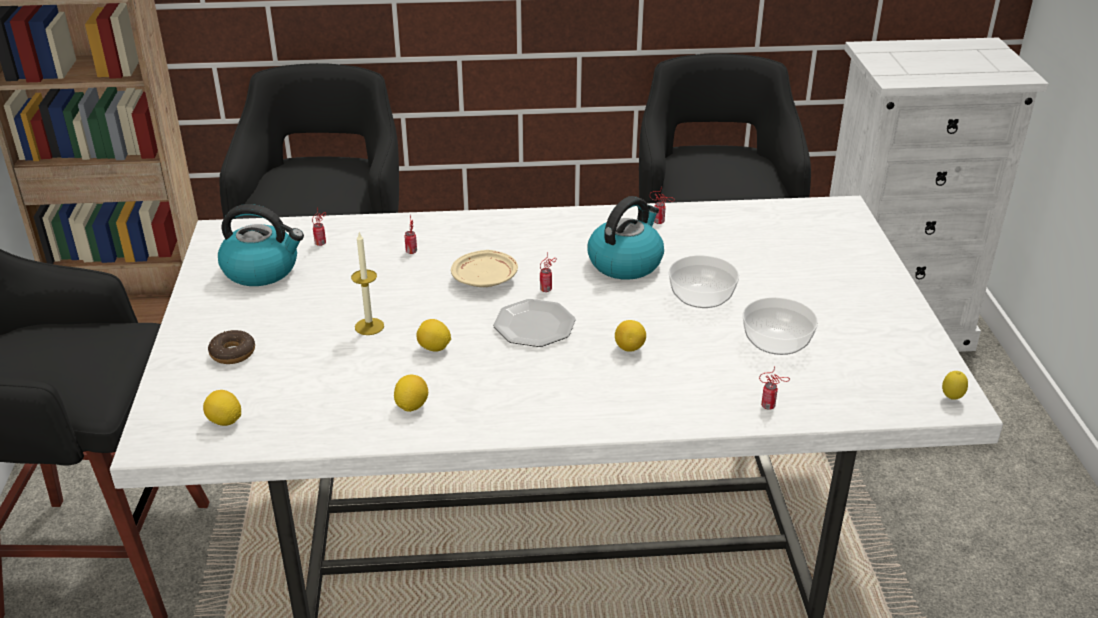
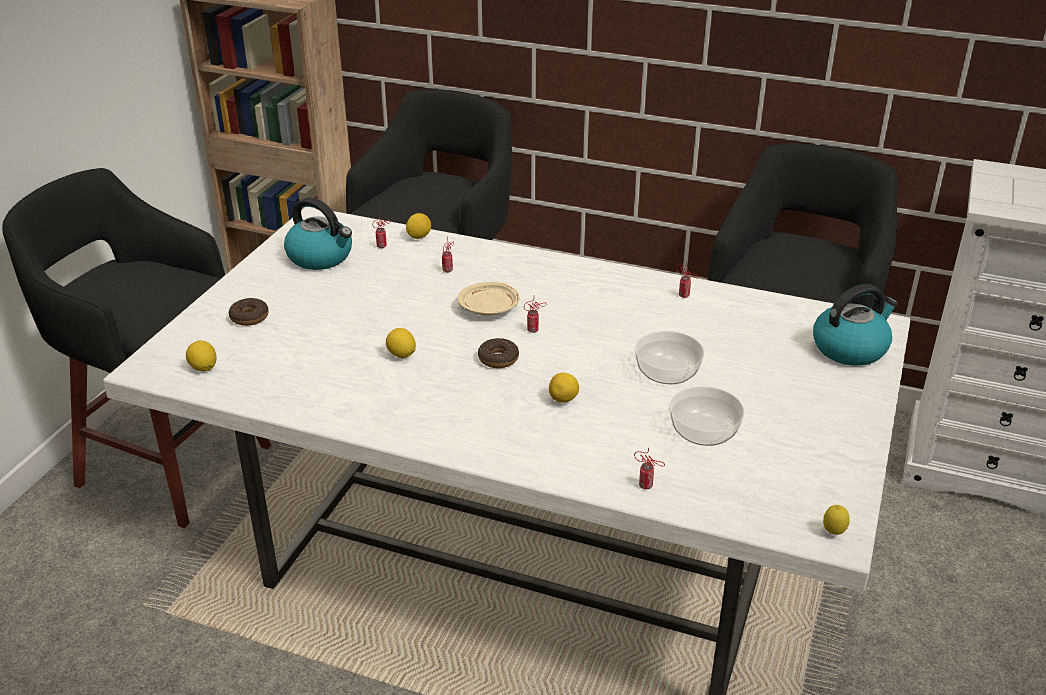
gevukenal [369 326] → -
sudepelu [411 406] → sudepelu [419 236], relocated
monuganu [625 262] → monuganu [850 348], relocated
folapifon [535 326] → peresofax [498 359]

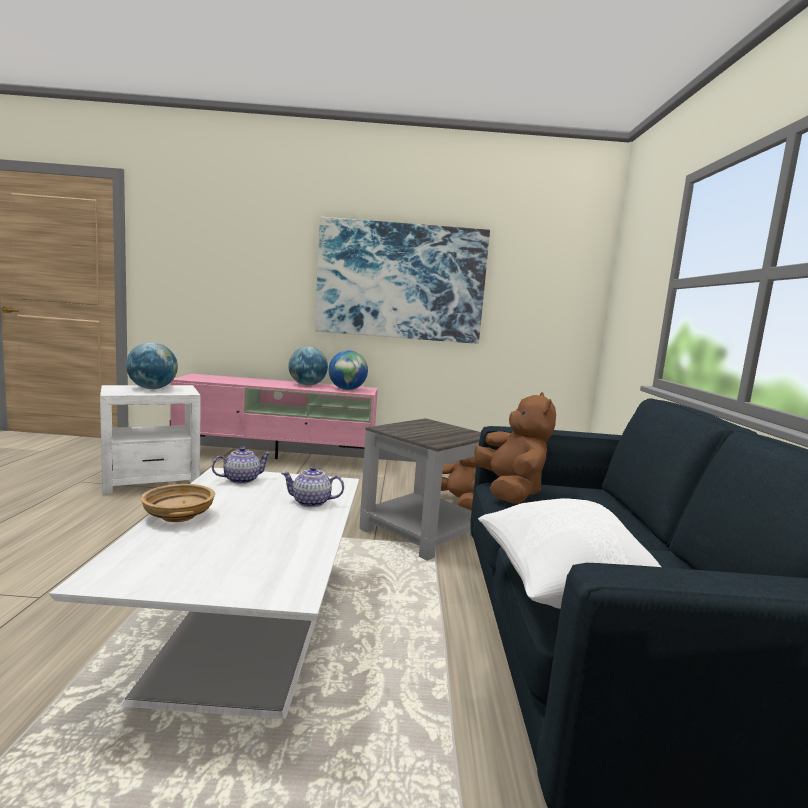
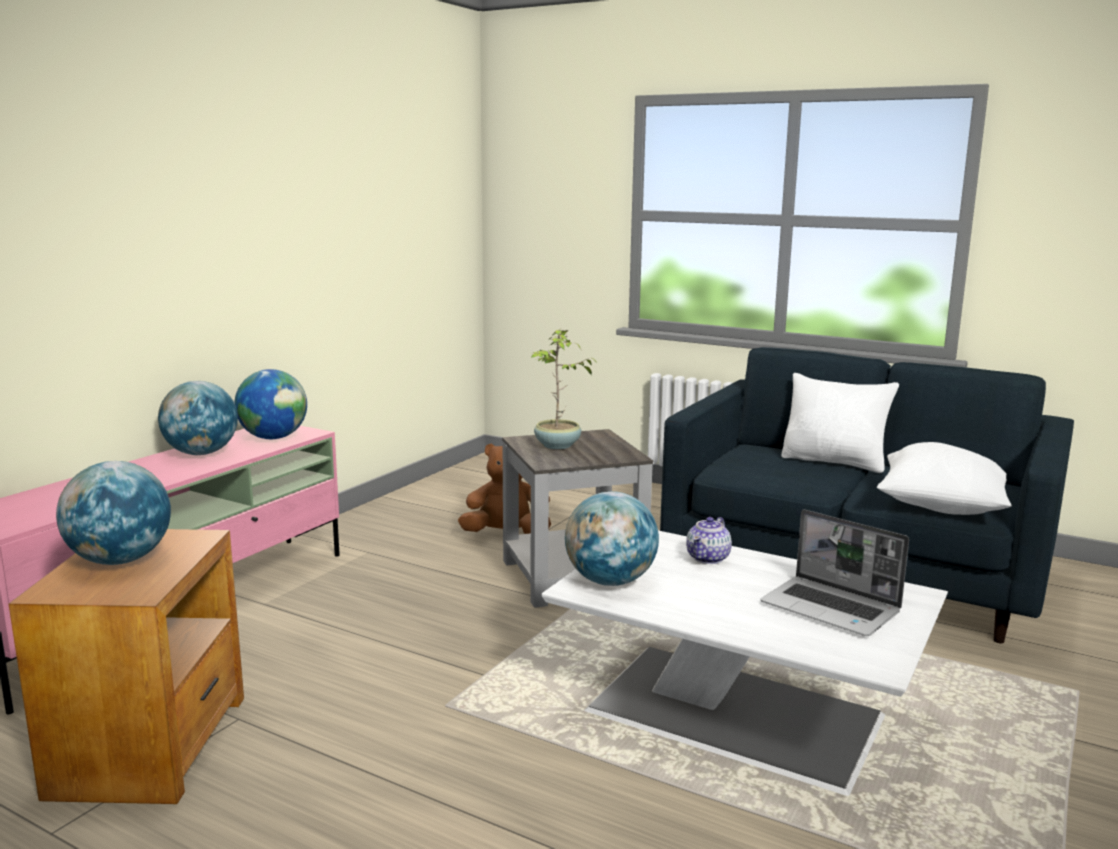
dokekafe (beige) [178 515] → -
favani [400 281] → -
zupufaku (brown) [510 491] → -
- → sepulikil [557 446]
- → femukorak [832 608]
- → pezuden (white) [834 462]
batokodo [241 480] → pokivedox [610 581]
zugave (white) [152 480] → zugave (brown) [152 744]

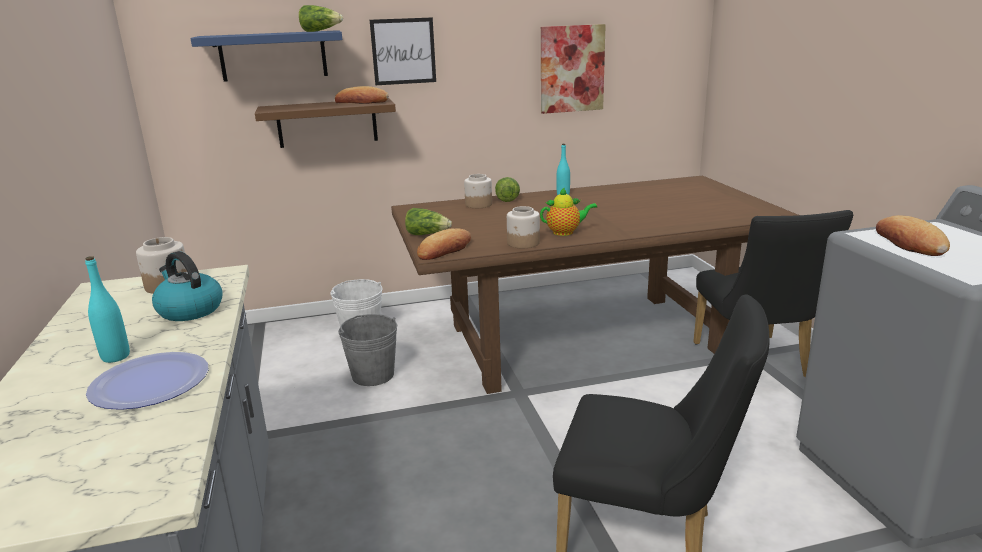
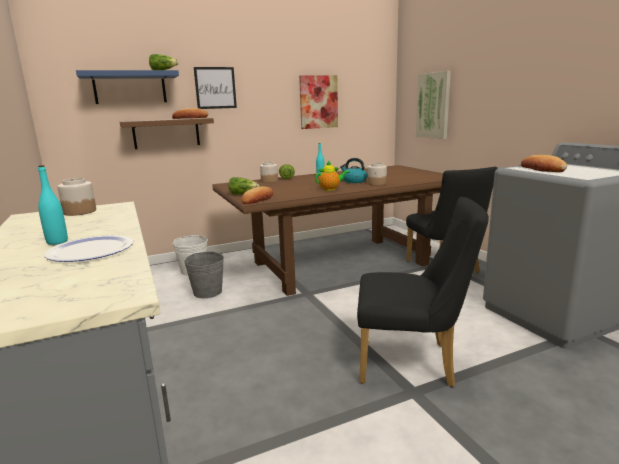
- → favani [433 105]
monuganu [189 310] → monuganu [354 181], relocated
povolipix [523 243] → povolipix [377 183], relocated

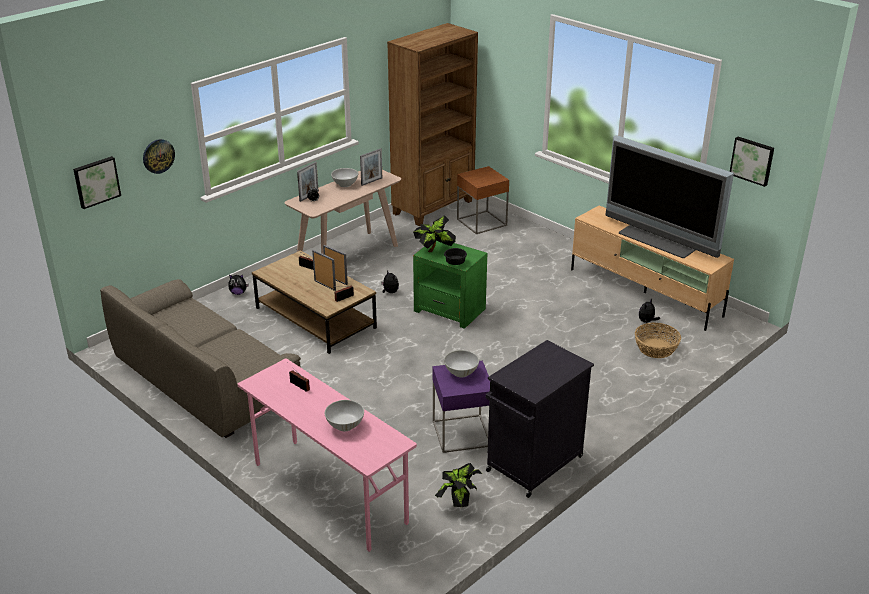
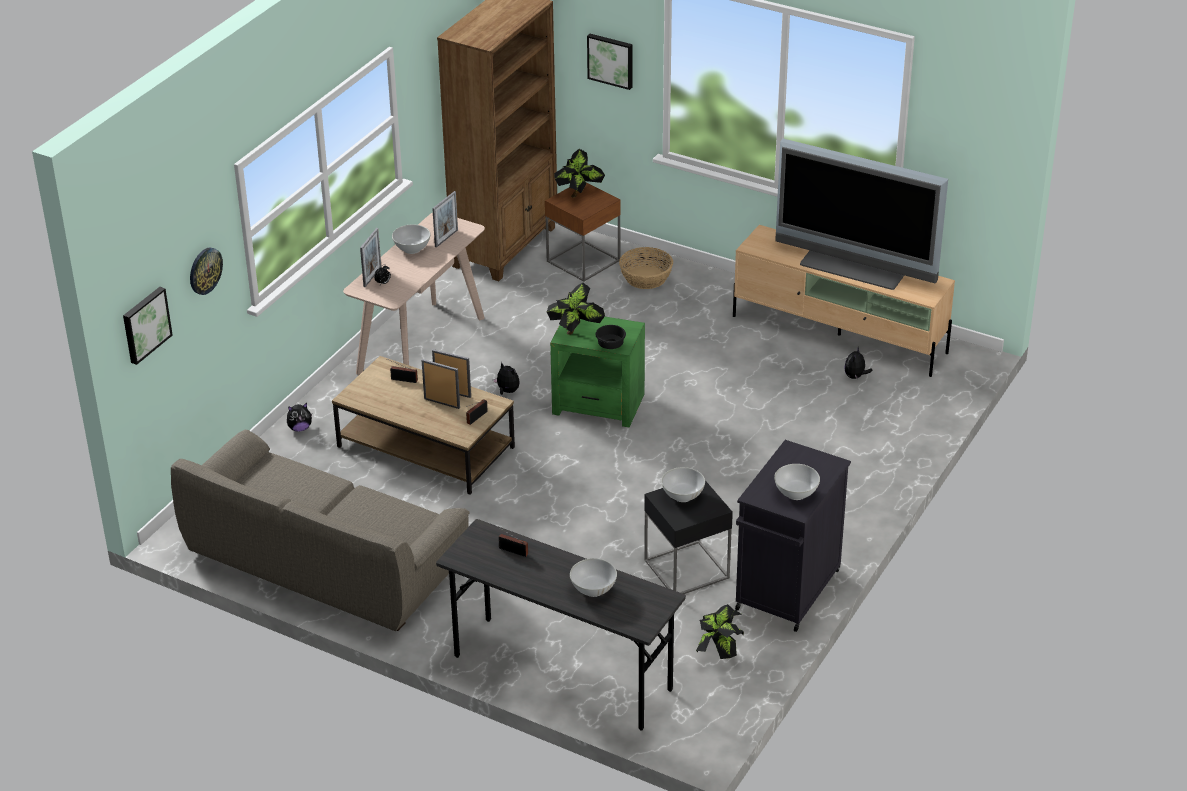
- → sepulikil [579 194]
- → dokekafe (white) [795 493]
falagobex [655 348] → falagobex [645 277], relocated
favani [752 160] → favani [611 60], relocated
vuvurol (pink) [328 493] → vuvurol (grey) [561 673]
zugave (purple) [462 433] → zugave (black) [686 569]

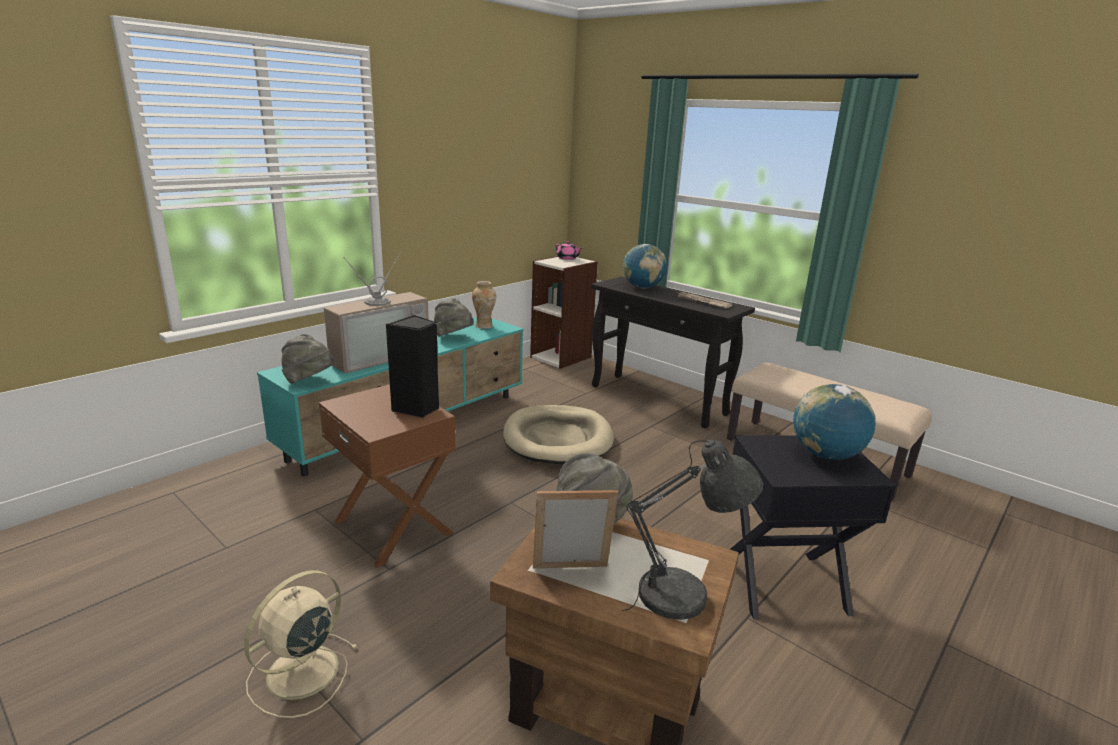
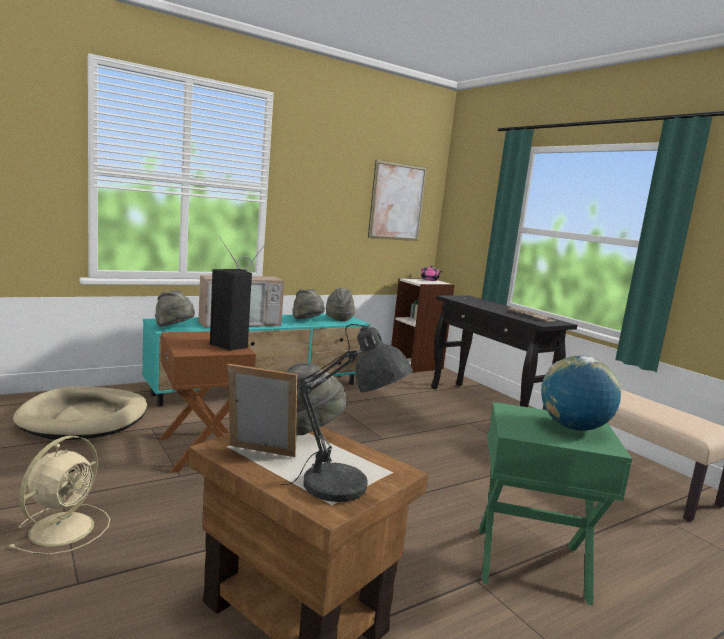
pokivedox [642 287] → -
- → favani [397 202]
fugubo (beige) [557 439] → fugubo (beige) [85 418], relocated
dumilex [484 326] → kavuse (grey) [338 318]
zugave (black) [784 585] → zugave (green) [530 564]
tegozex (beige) [300 674] → tegozex (beige) [64 527], 150 degrees clockwise

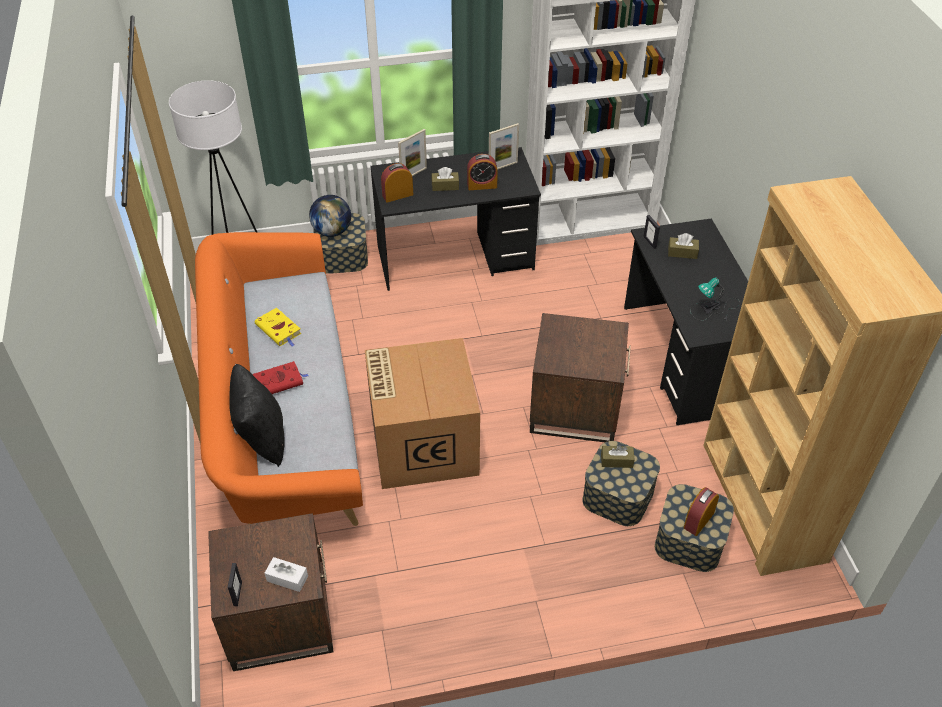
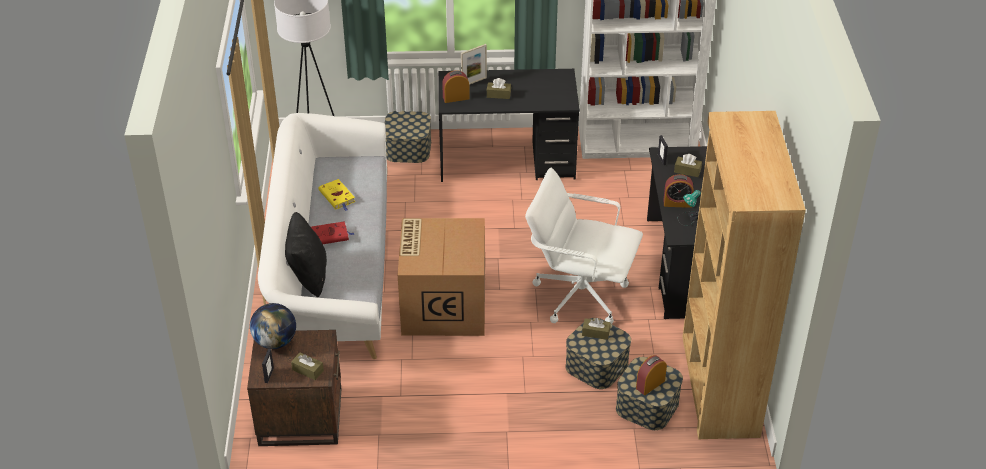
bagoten [503 166] → -
pokivedox [332 231] → pokivedox [275 341], relocated
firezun [482 185] → firezun [677 203], relocated
zugave (brown) [574 407] → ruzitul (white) [579 294]
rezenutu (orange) [285 417] → rezenutu (white) [333 272]
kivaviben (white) [287 578] → kivaviben (brown) [308 370]

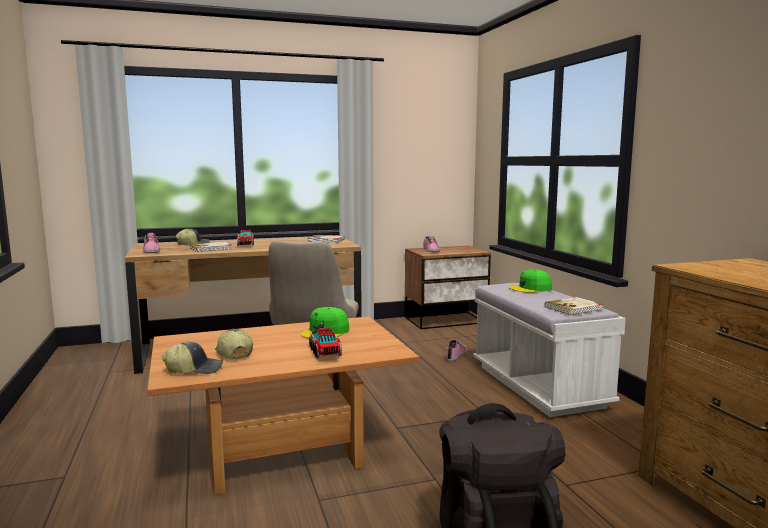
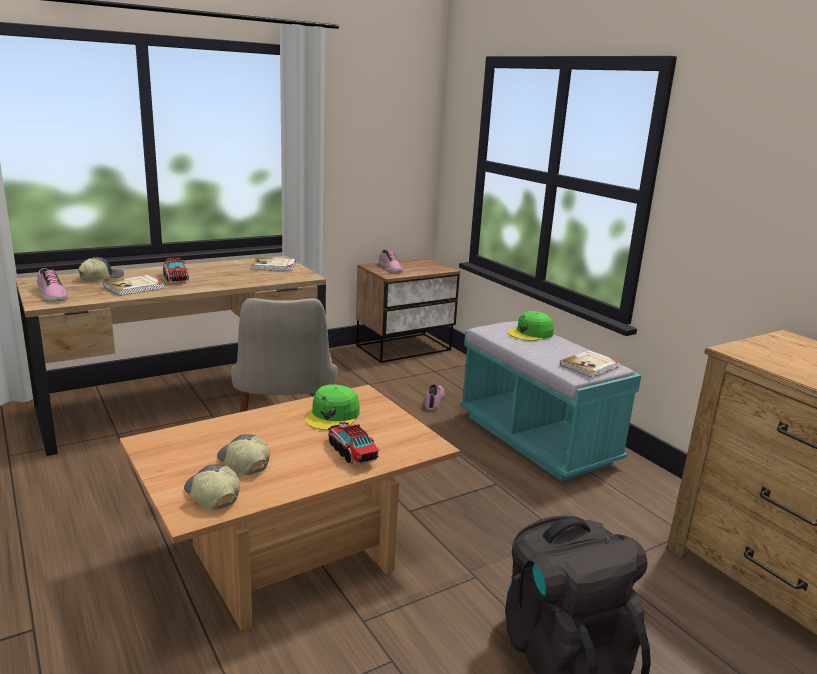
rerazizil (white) [538 386] → rerazizil (turquoise) [536 439]
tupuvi [194 369] → tupuvi [211 495], 105 degrees counterclockwise

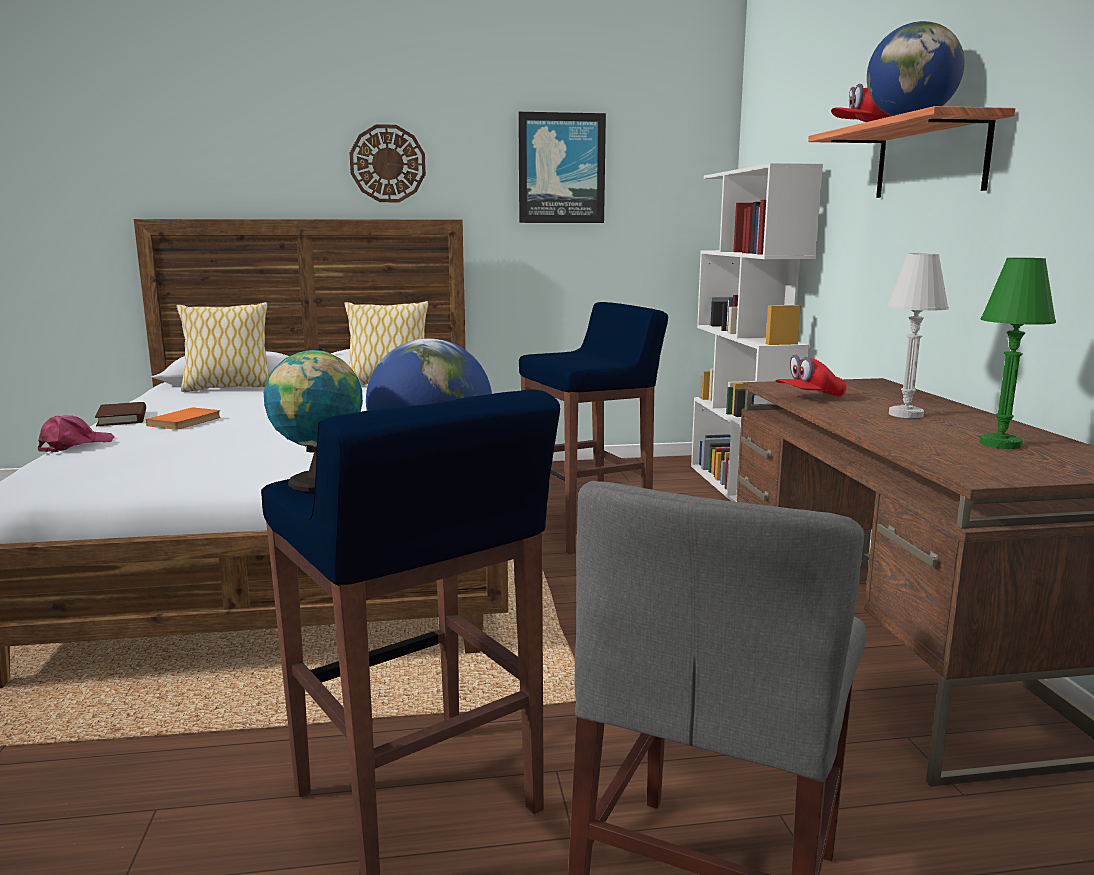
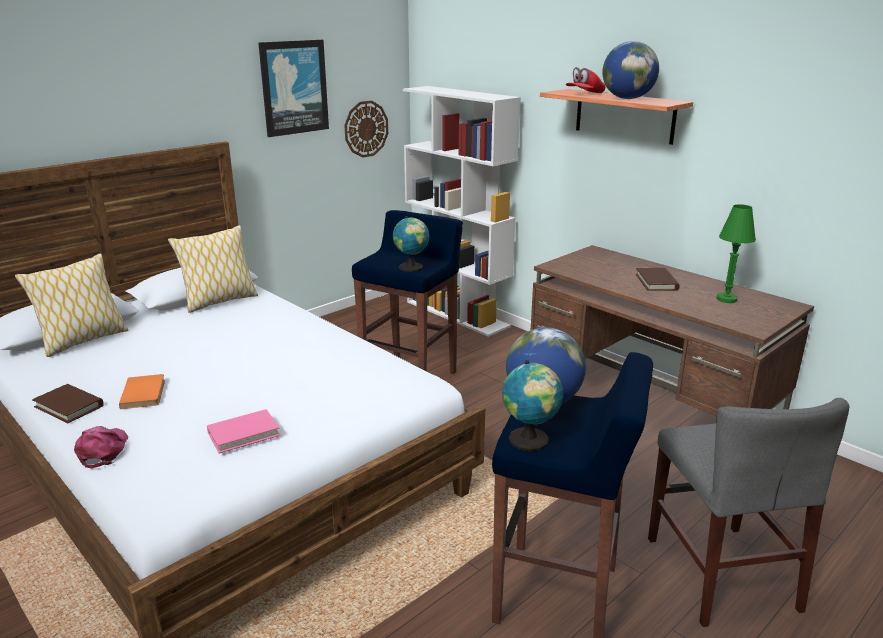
tupuvi (red) [809 397] → -
- → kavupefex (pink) [243 434]
- → pokivedox [412 268]
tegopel [388 164] → tegopel [366 129], relocated
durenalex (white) [905 414] → kavupefex (brown) [656 282]

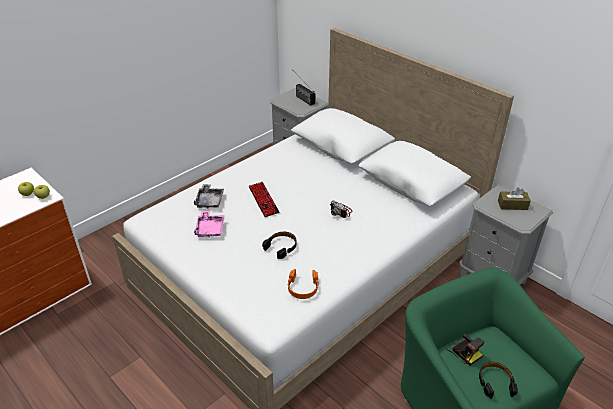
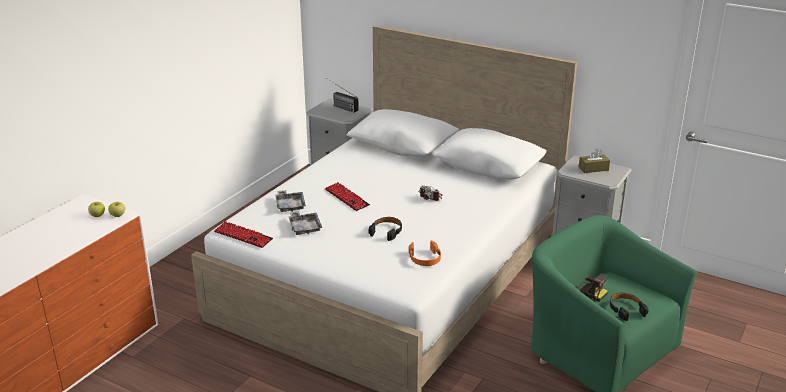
- → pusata [243 236]
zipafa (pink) [210 229] → zipafa (grey) [304 227]

